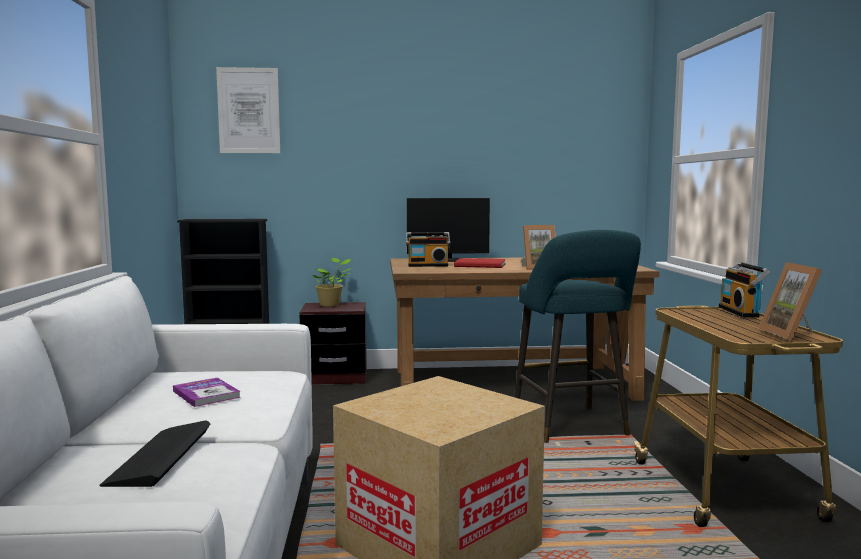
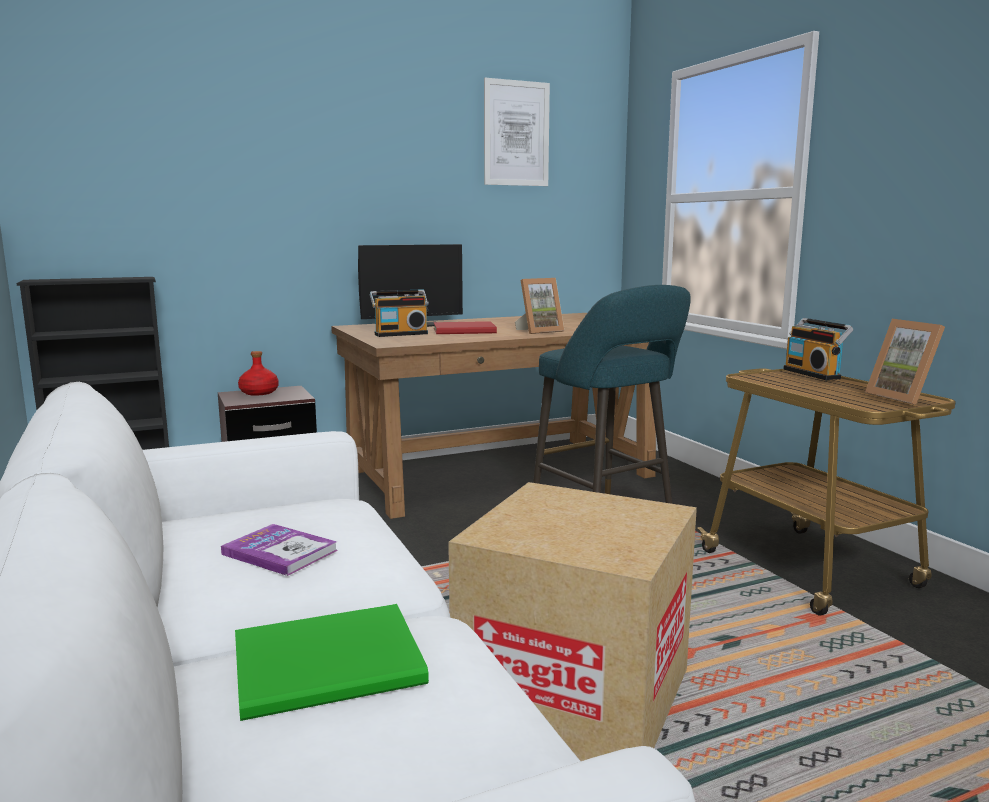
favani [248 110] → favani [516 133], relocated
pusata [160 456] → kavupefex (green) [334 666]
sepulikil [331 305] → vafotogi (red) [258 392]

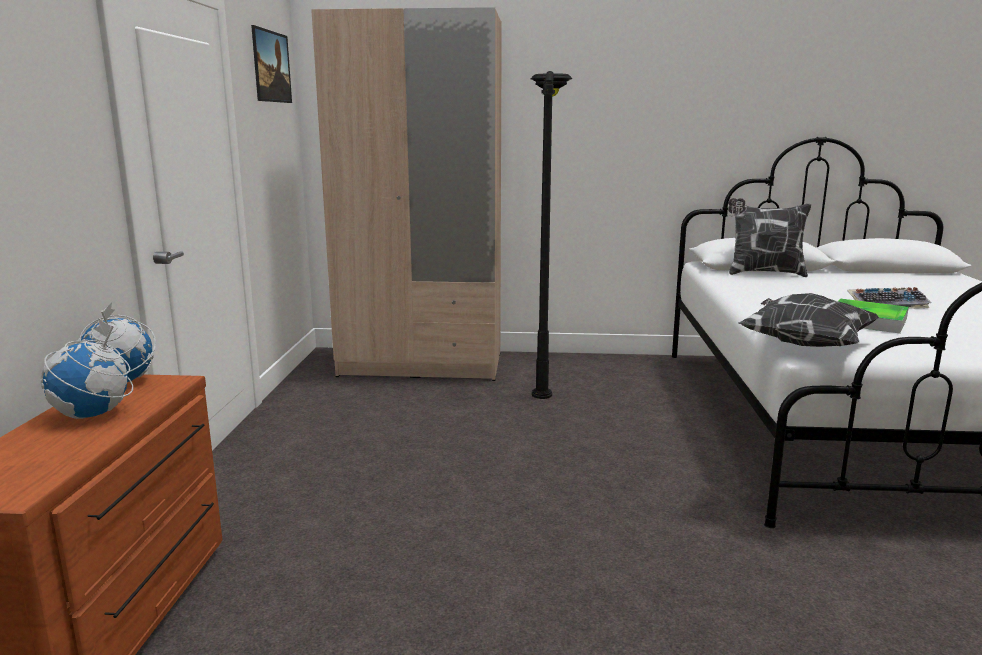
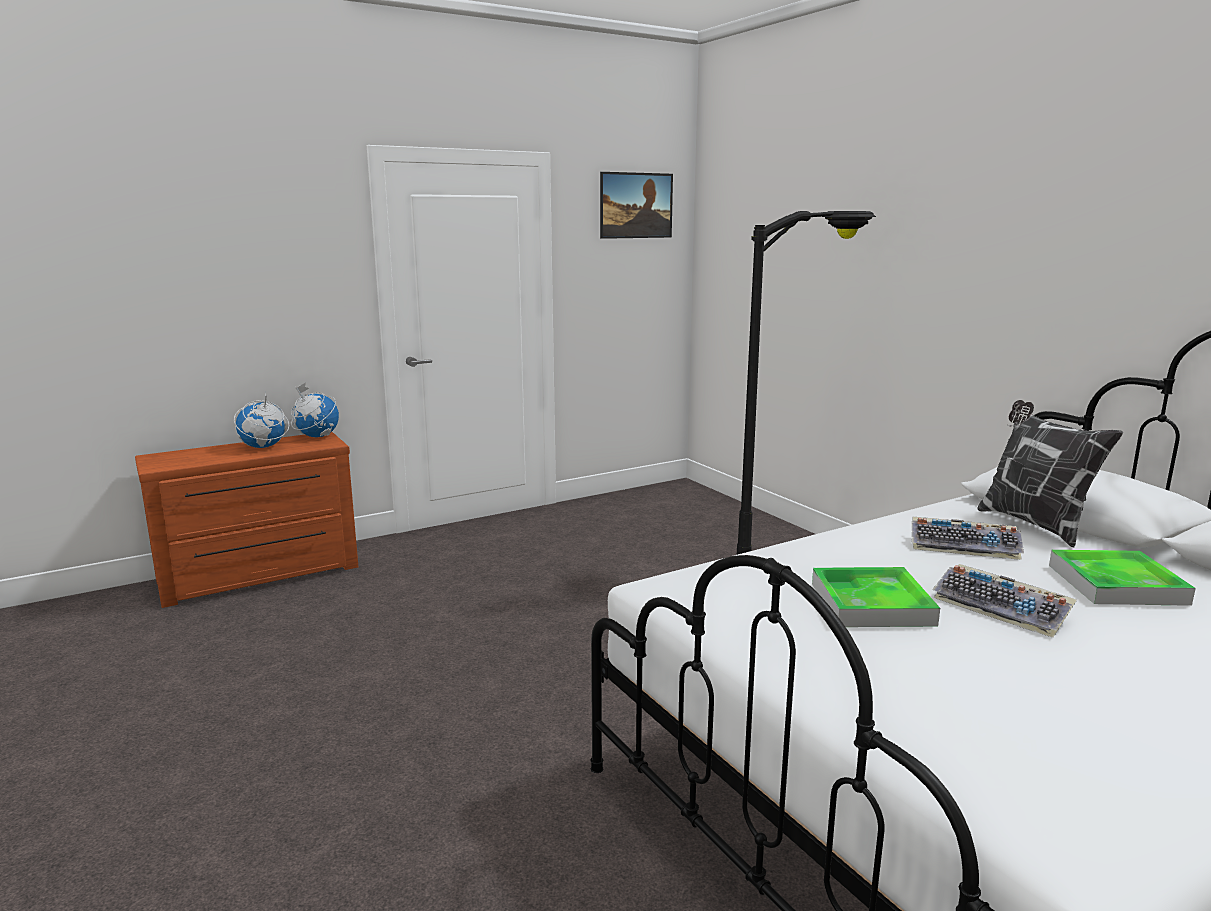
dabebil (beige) [422 364] → -
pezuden [803 345] → -
- → pusata [965 546]
- → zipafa [1116 584]

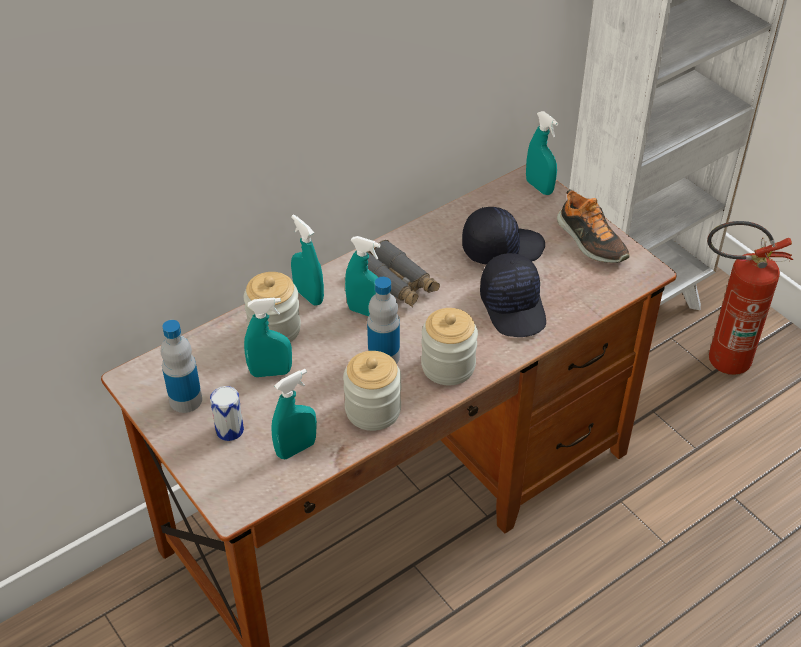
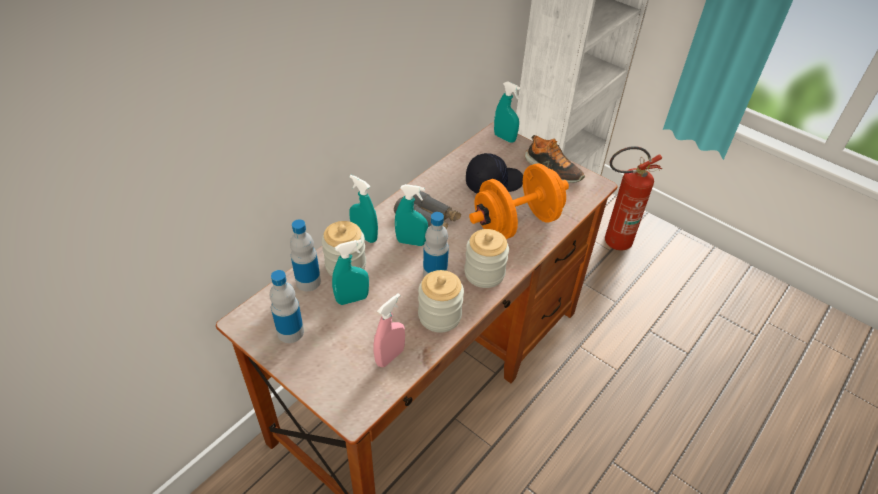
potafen [229 430] → -
- → vafotogi [308 282]
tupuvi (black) [514 306] → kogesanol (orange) [516 223]
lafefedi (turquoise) [296 449] → lafefedi (pink) [390 356]

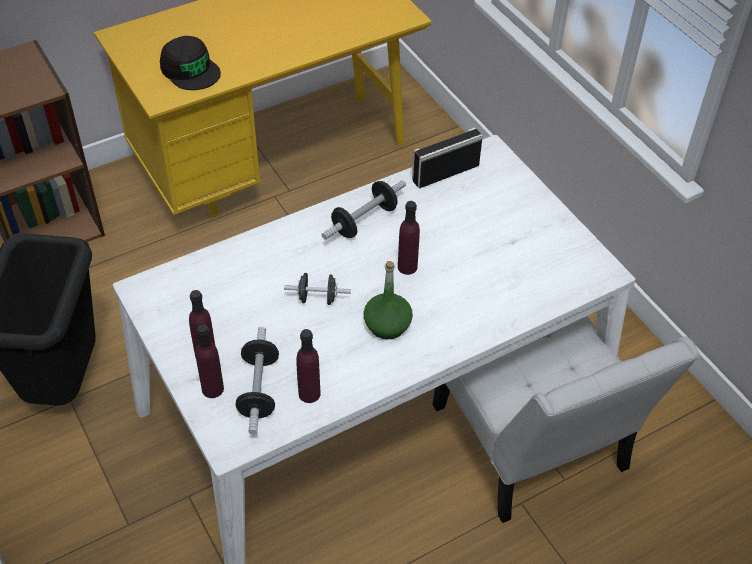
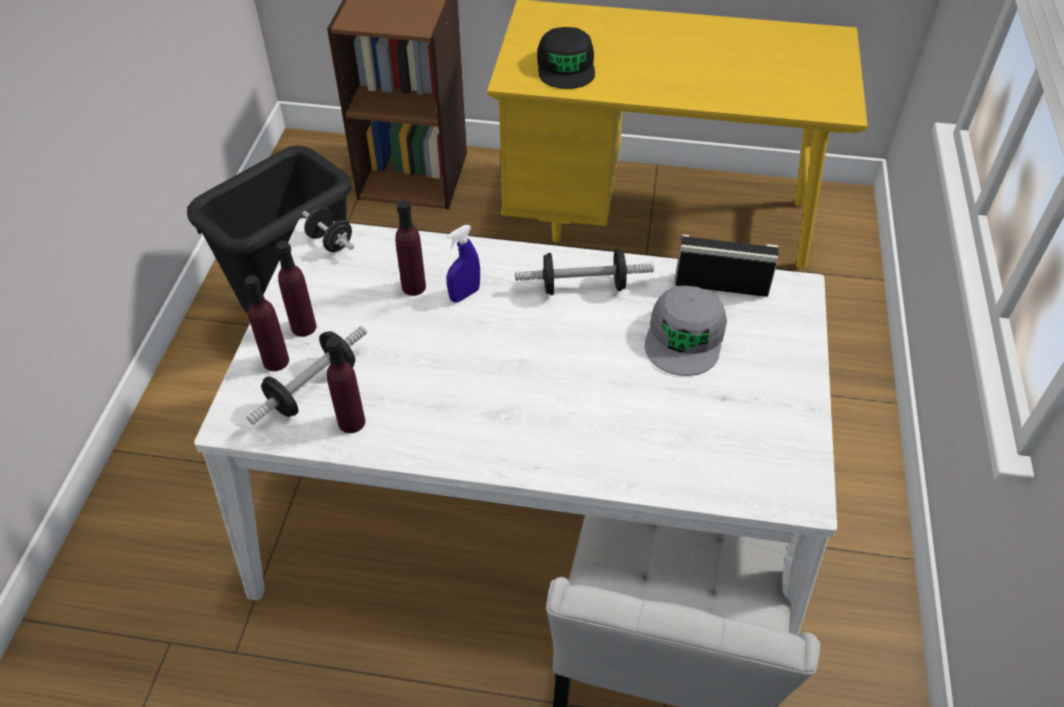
vafotogi (green) [387 325] → -
- → lafefedi (blue) [464 294]
- → tupuvi (grey) [685 337]
kogesanol (black) [317 298] → kogesanol (black) [330 242], relocated
vafotogi (purple) [407 267] → vafotogi (purple) [413 287], relocated

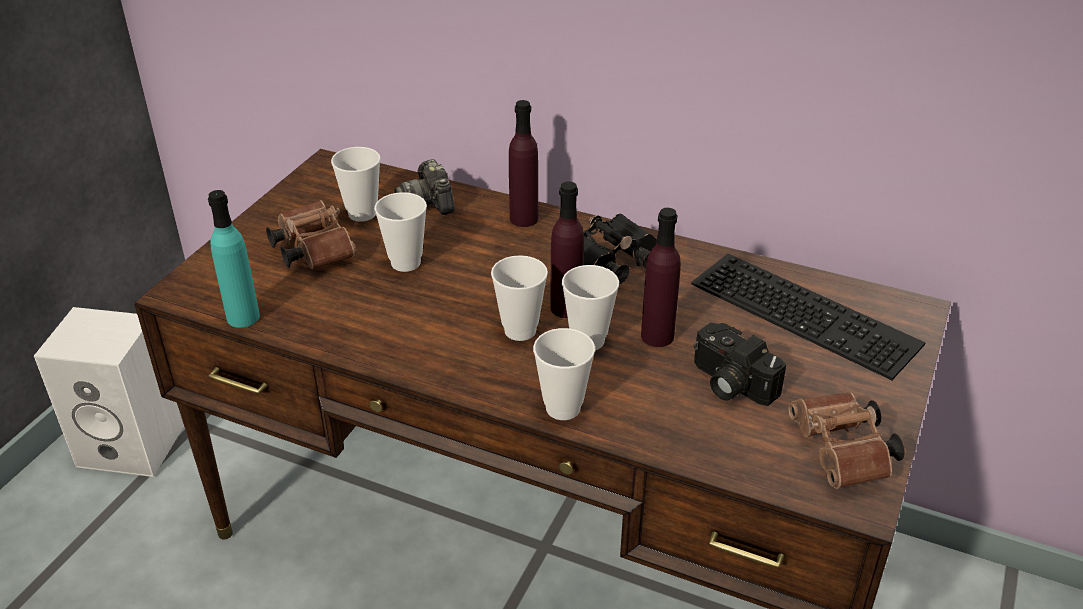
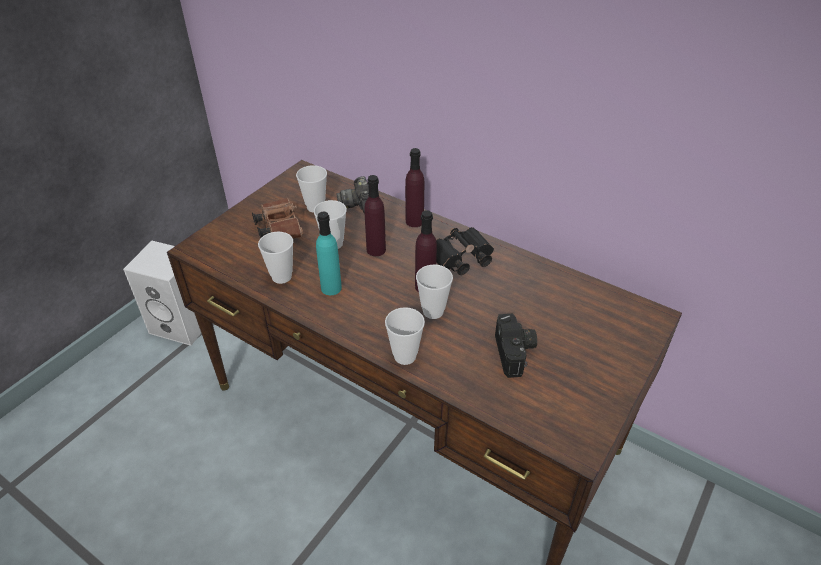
pusata [808 312] → -
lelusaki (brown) [842 455] → -
vafotogi (turquoise) [243 317] → vafotogi (turquoise) [331 288], relocated
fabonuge [520 330] → fabonuge [281 277], relocated
vafotogi (purple) [657 336] → vafotogi (purple) [376 250], relocated
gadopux [729 383] → gadopux [516 353], 150 degrees counterclockwise

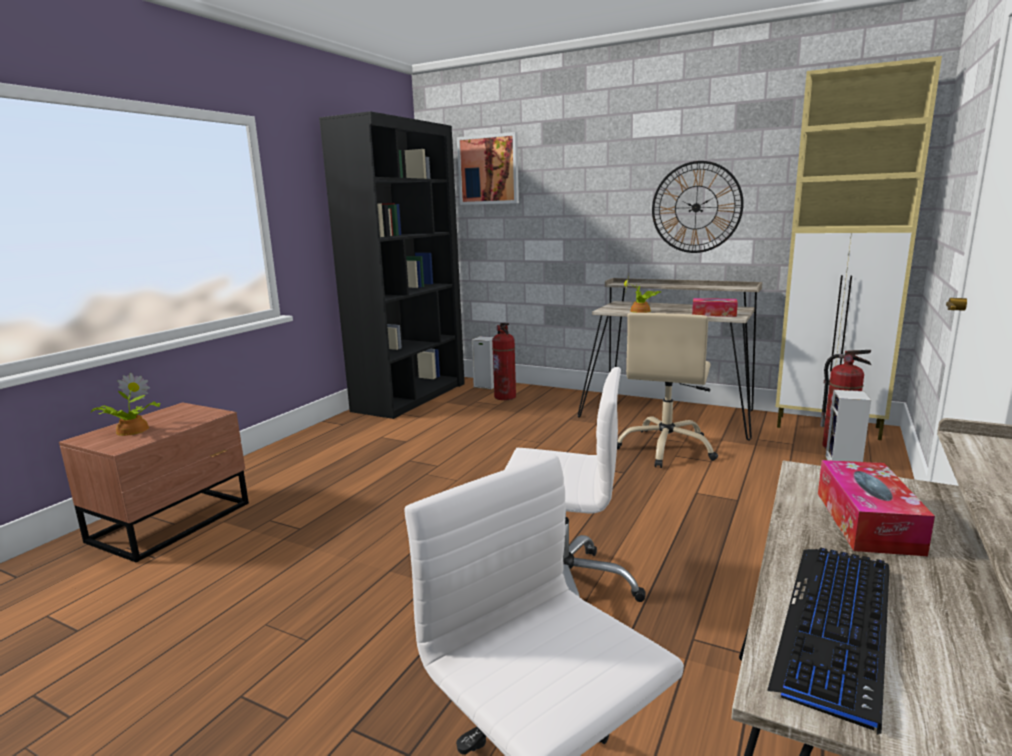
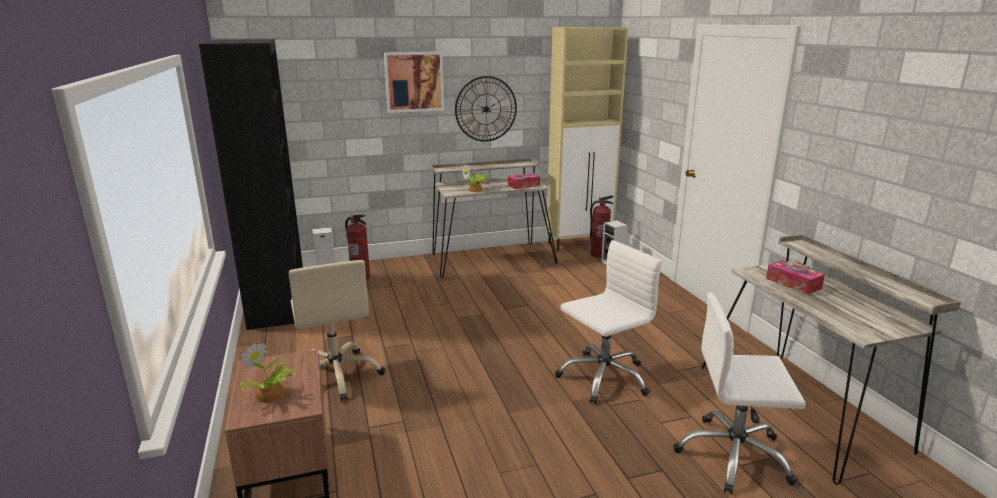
pusata [836 626] → -
favani [488 170] → favani [414 82], relocated
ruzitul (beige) [666 448] → ruzitul (beige) [337 376], relocated

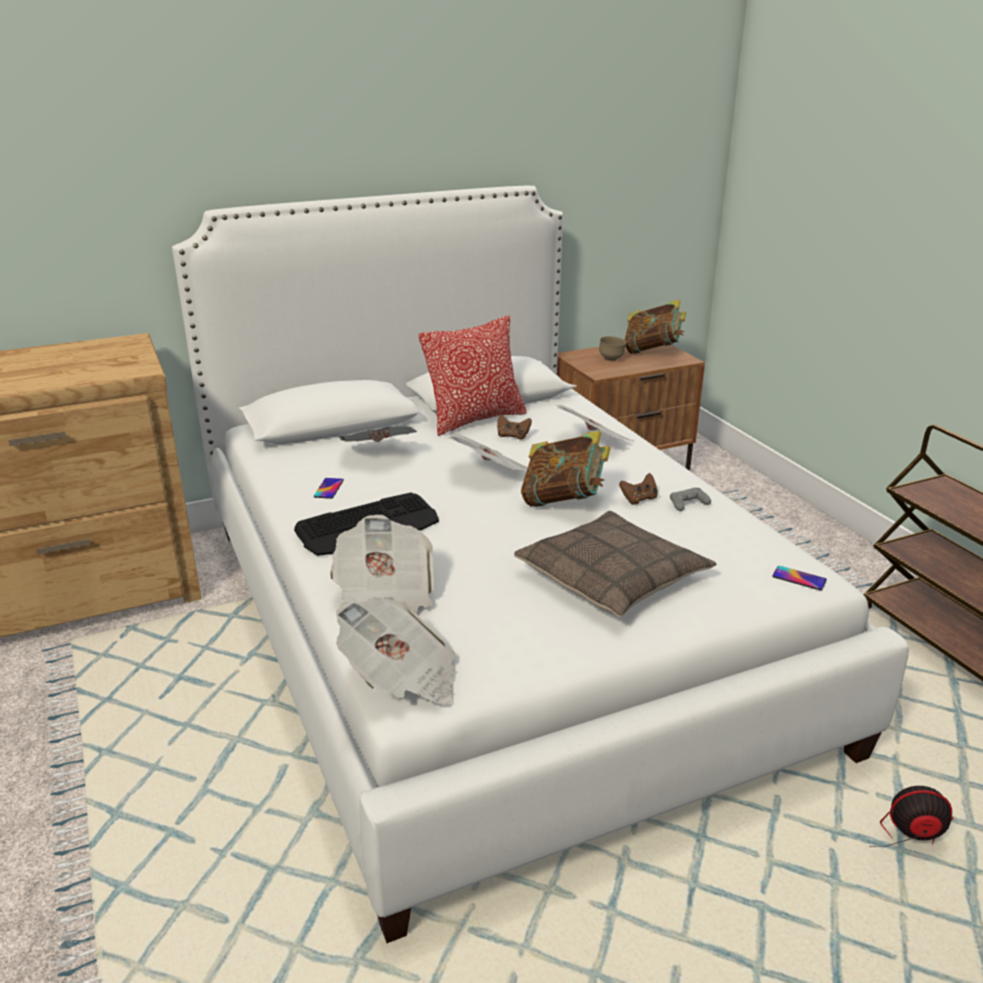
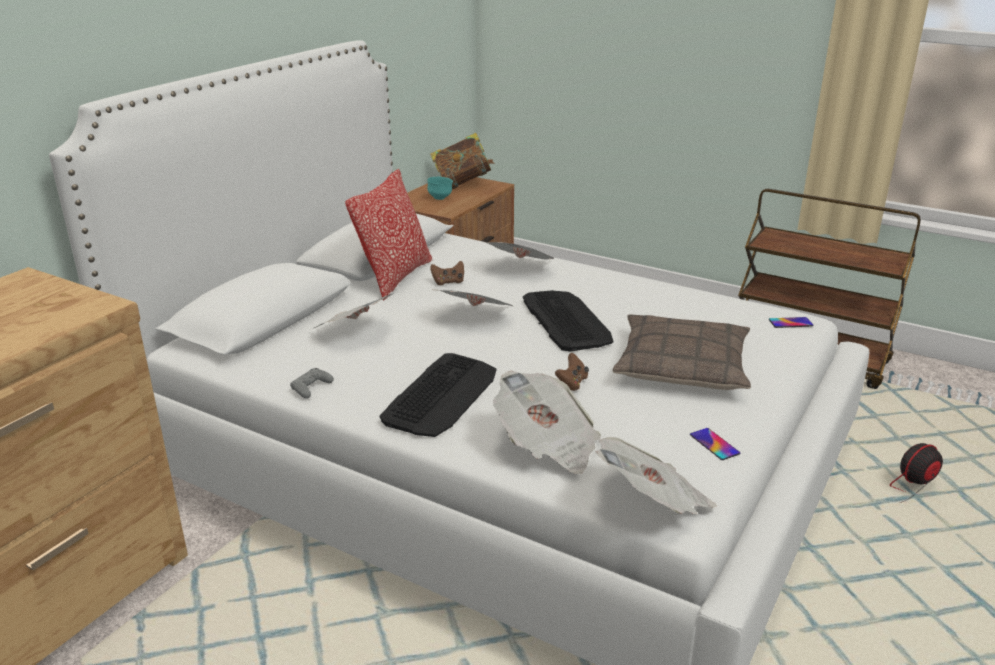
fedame [329 488] → fedame [714 444], relocated
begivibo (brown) [639 499] → begivibo (brown) [572 383], relocated
begivibo (grey) [688 504] → begivibo (grey) [311 387], relocated
kavupefex [564 500] → pusata [566 320]
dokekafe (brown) [611 360] → dokekafe (turquoise) [440 198]

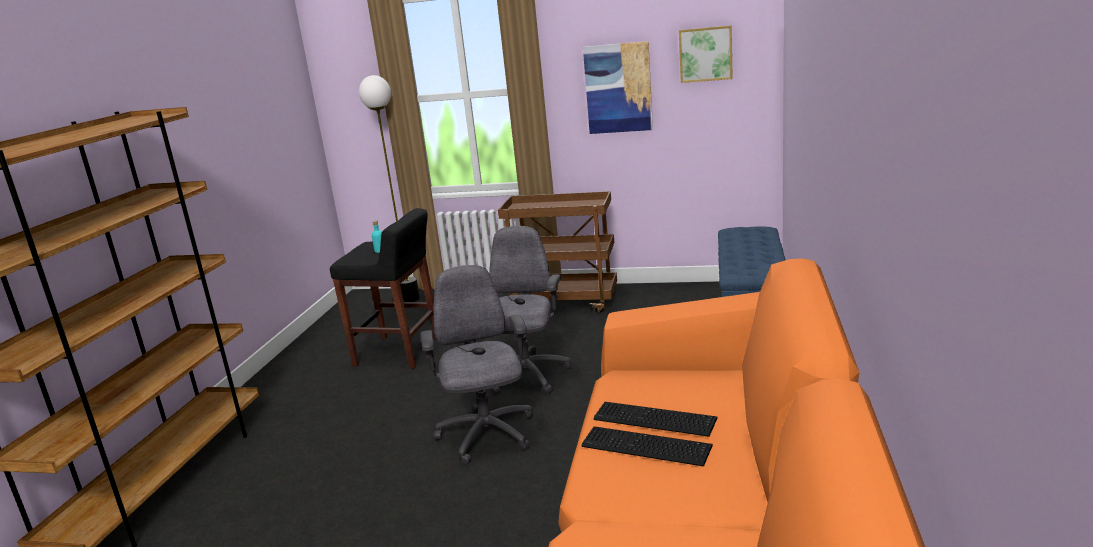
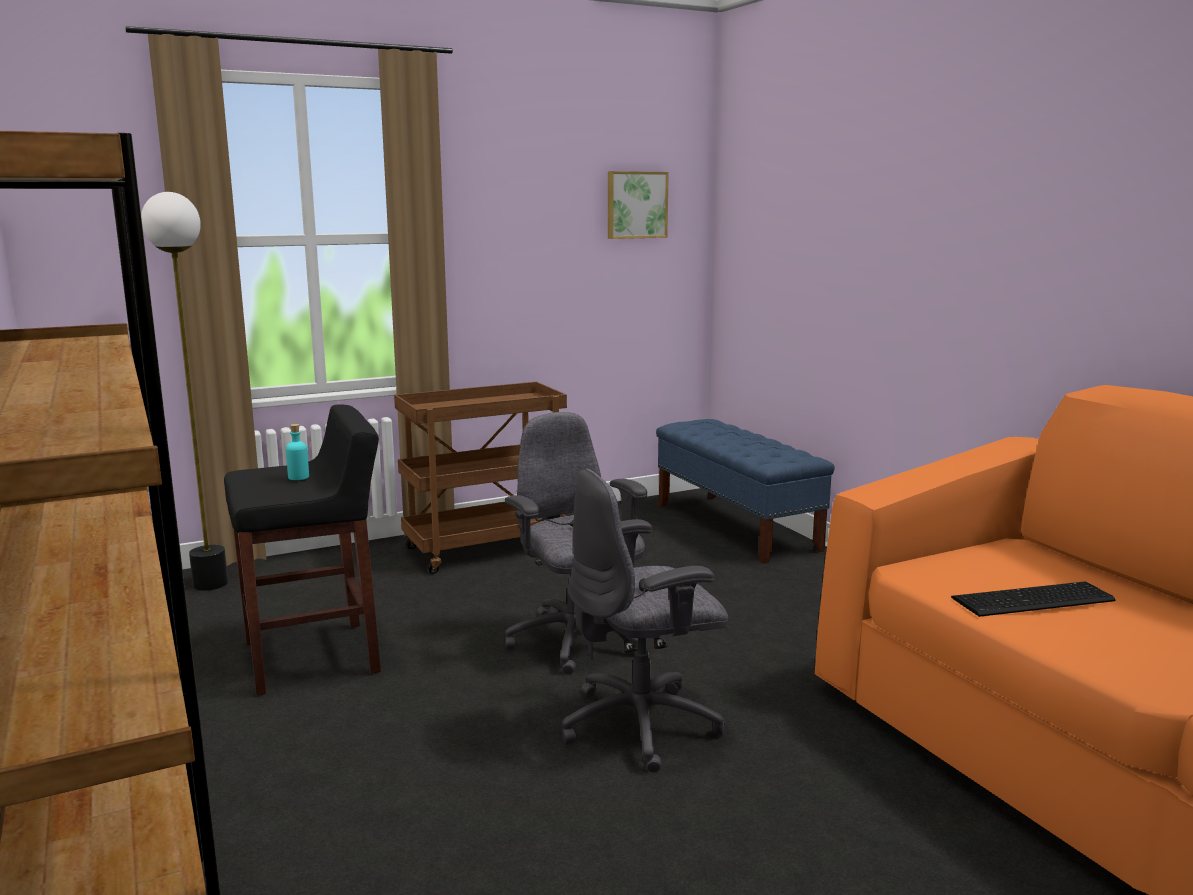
pusata [647 447] → -
favani [618 88] → -
ruzitul (grey) [487 436] → ruzitul (grey) [643 725], 60 degrees counterclockwise

